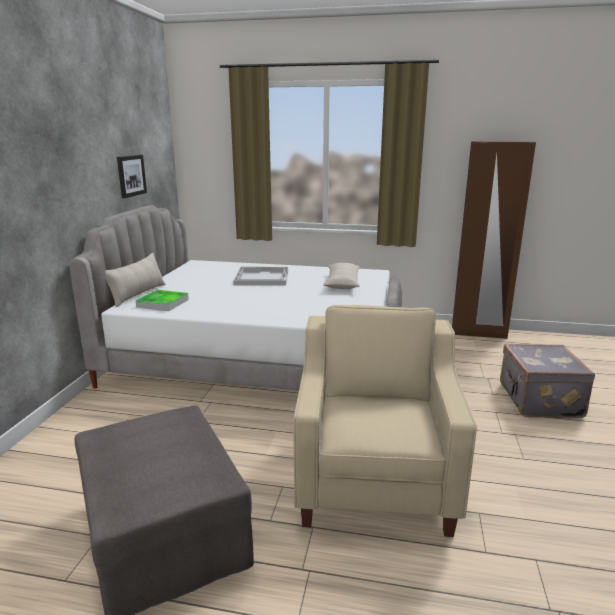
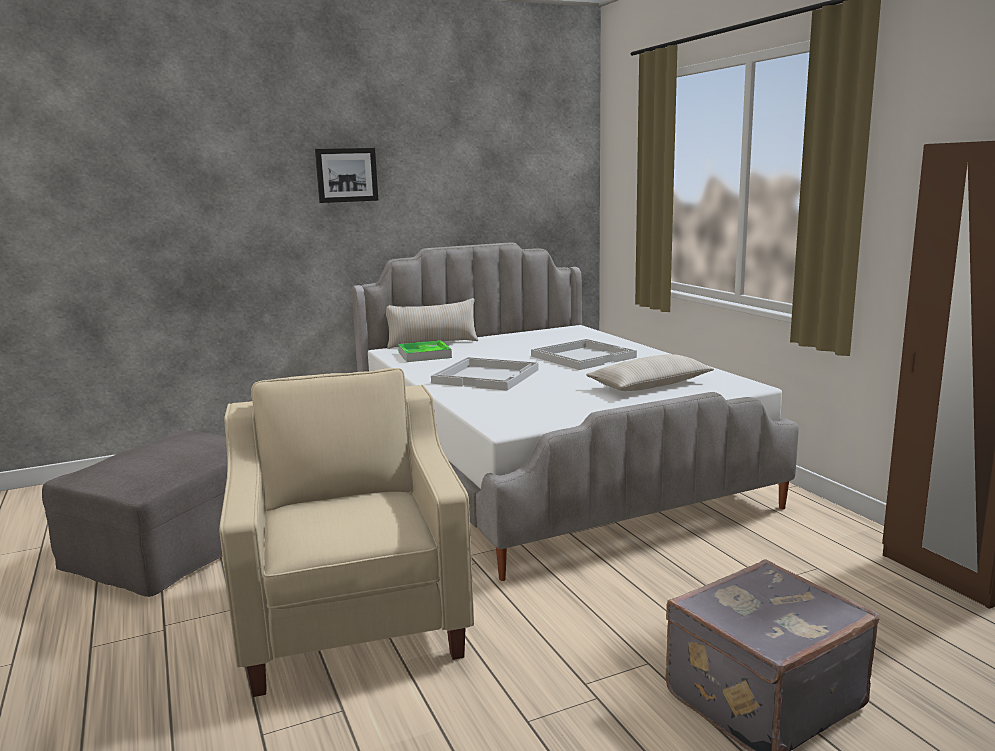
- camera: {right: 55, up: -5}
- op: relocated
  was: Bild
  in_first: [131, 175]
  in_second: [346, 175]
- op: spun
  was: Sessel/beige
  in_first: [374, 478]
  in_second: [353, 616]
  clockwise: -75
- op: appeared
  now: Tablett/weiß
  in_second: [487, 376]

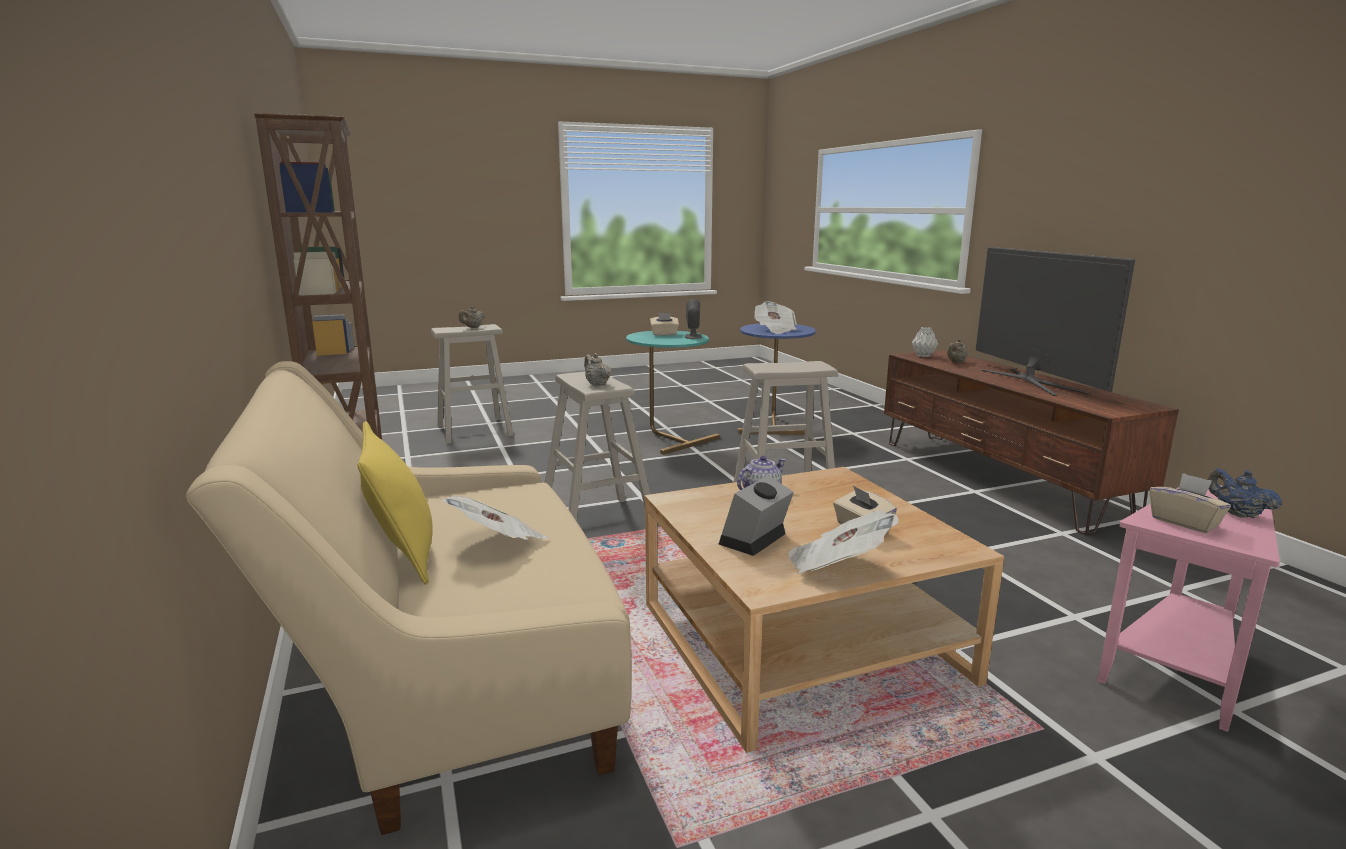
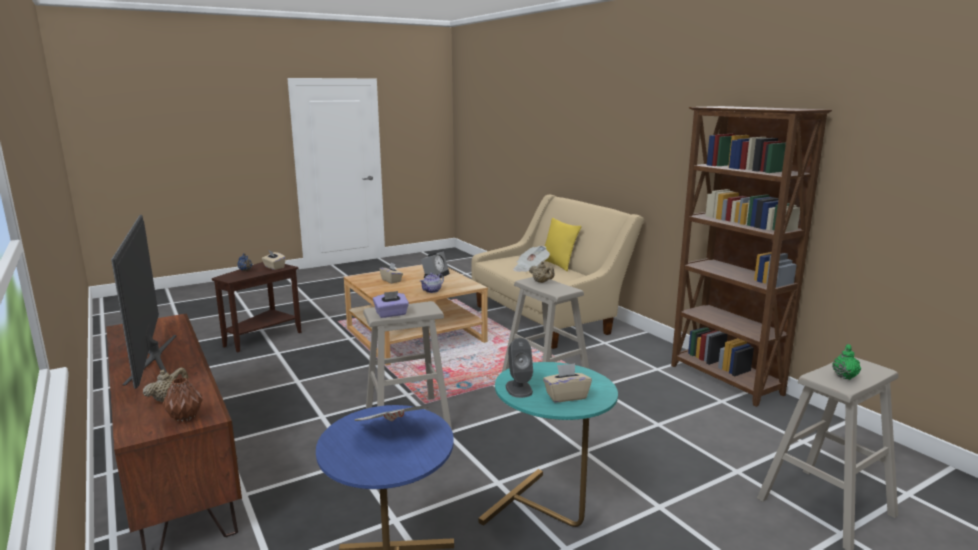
- camera: {right: 170, up: 0}
- op: colour
  was: Teekanne/beige
  now: Teekanne/grün
  in_first: [473, 328]
  in_second: [844, 376]
- op: colour
  was: Vase/grau
  now: Vase/braun
  in_first: [923, 356]
  in_second: [185, 417]
- op: colour
  was: Beistelltisch/rosa
  now: Beistelltisch/braun
  in_first: [1176, 671]
  in_second: [263, 337]
- op: missing
  was: Zeitung
  in_first: [837, 566]
- op: appeared
  now: Taschentuchbox/lila
  in_second: [391, 314]

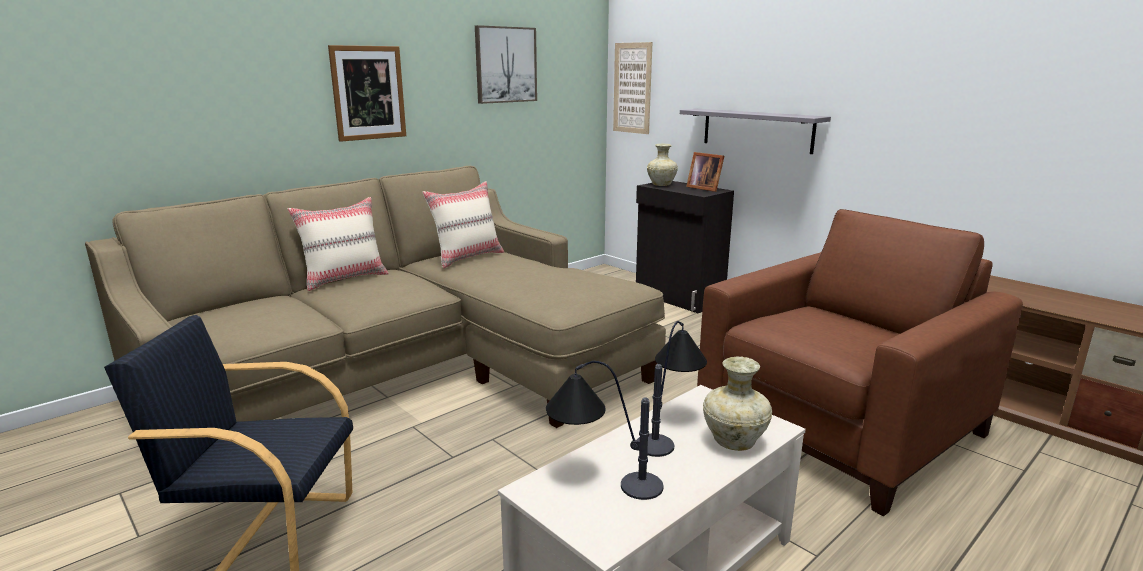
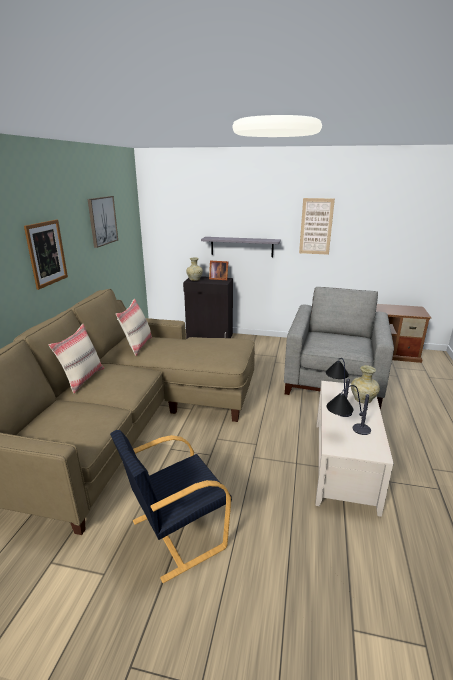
- camera: {right: -35, up: 5}
- op: relocated
  was: Bild
  in_first: [632, 88]
  in_second: [316, 226]
- op: colour
  was: Sessel/braun
  now: Sessel/grau
  in_first: [838, 427]
  in_second: [334, 380]

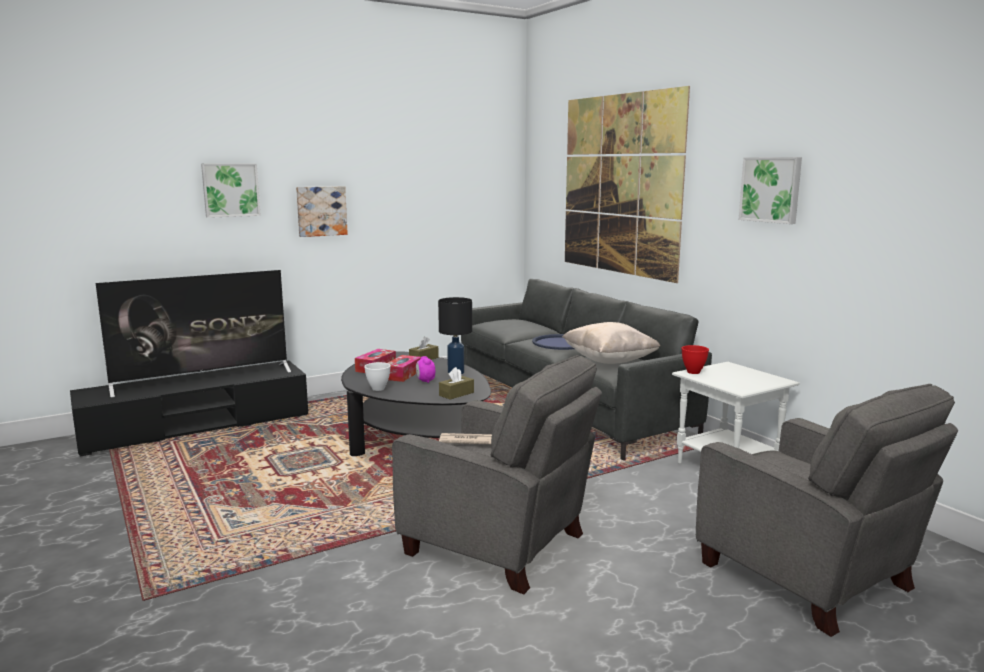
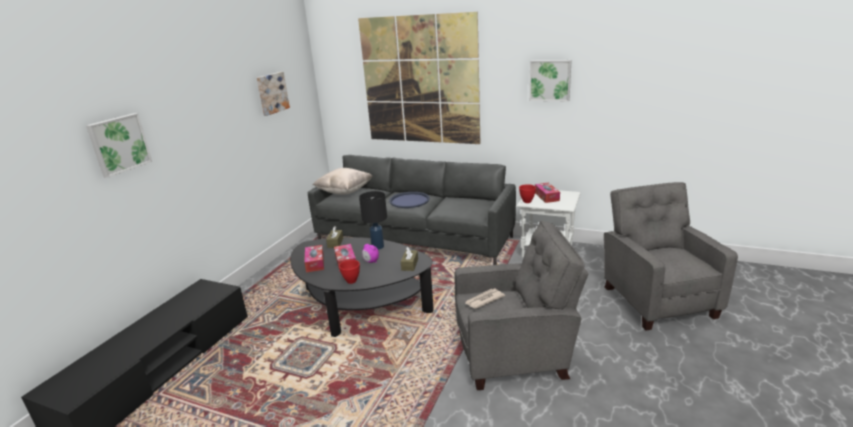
- camera: {right: -35, up: 10}
- op: relocated
  was: Bild
  in_first: [321, 211]
  in_second: [271, 93]
- op: missing
  was: Fernseher
  in_first: [203, 379]
- op: relocated
  was: Kissen/beige
  in_first: [609, 361]
  in_second: [344, 191]
- op: colour
  was: Schüssel/weiß
  now: Schüssel/rot
  in_first: [377, 389]
  in_second: [351, 281]
- op: spun
  was: Sessel/grau
  in_first: [808, 577]
  in_second: [657, 300]
  clockwise: -120
- op: appeared
  now: Taschentuchbox
  in_second: [546, 196]

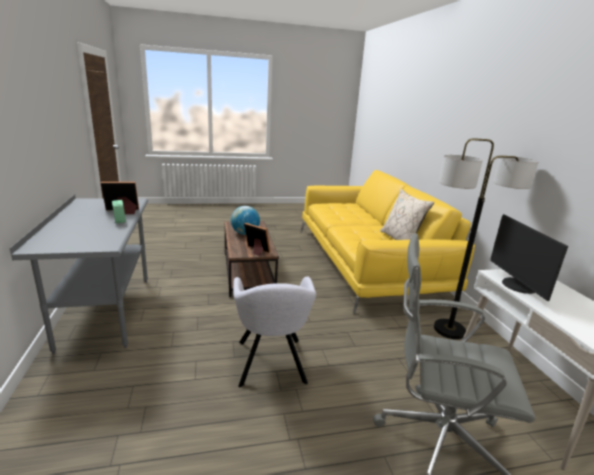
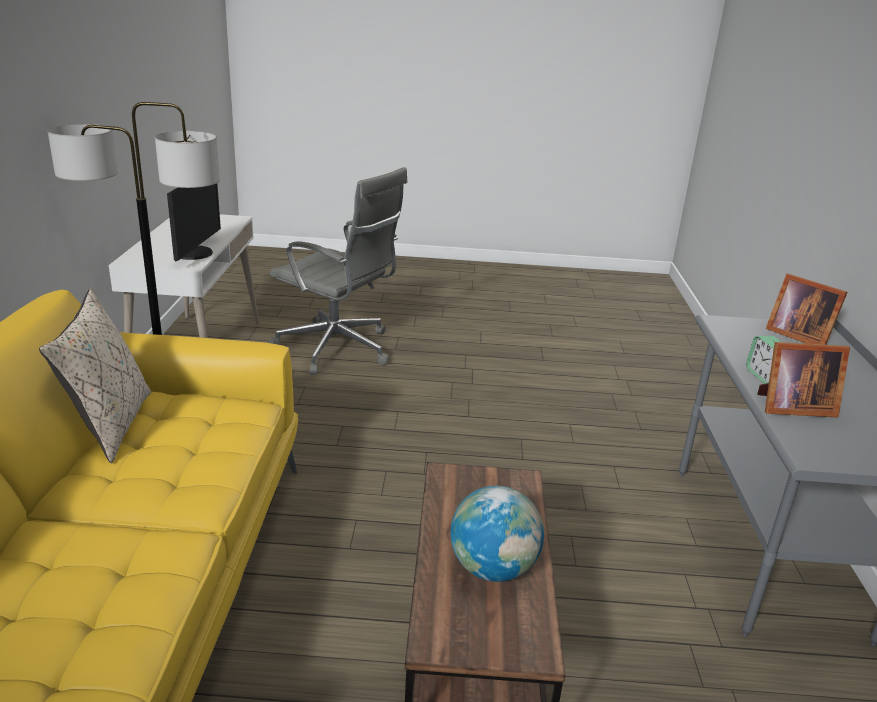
- camera: {right: -165, up: 5}
- op: relocated
  was: Bilderrahmen
  in_first: [256, 250]
  in_second: [797, 335]
- op: missing
  was: Sessel/grau
  in_first: [271, 364]

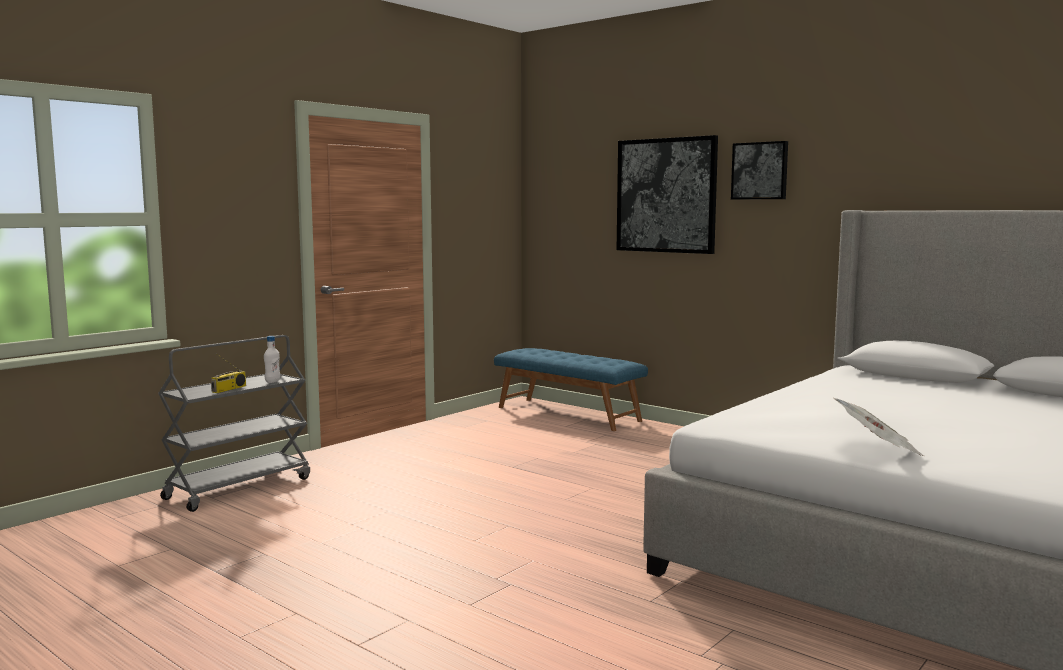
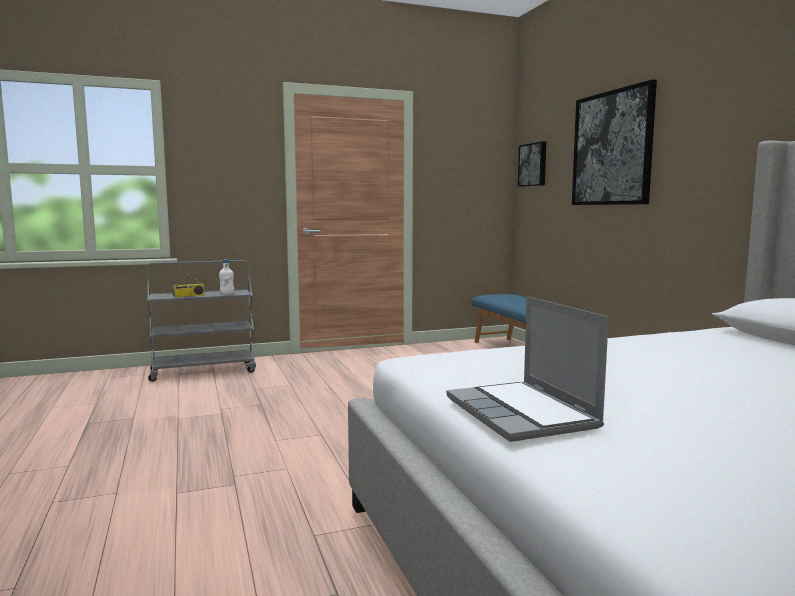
- camera: {right: 30, up: 0}
- op: relocated
  was: Bild
  in_first: [760, 171]
  in_second: [533, 165]
- op: exchanged
  was: Zeitung
  now: Laptop
  in_first: [877, 449]
  in_second: [523, 413]

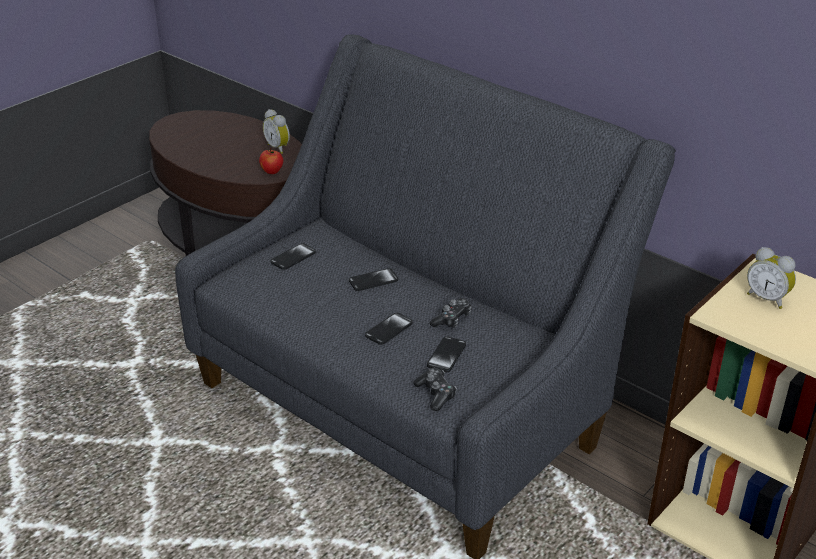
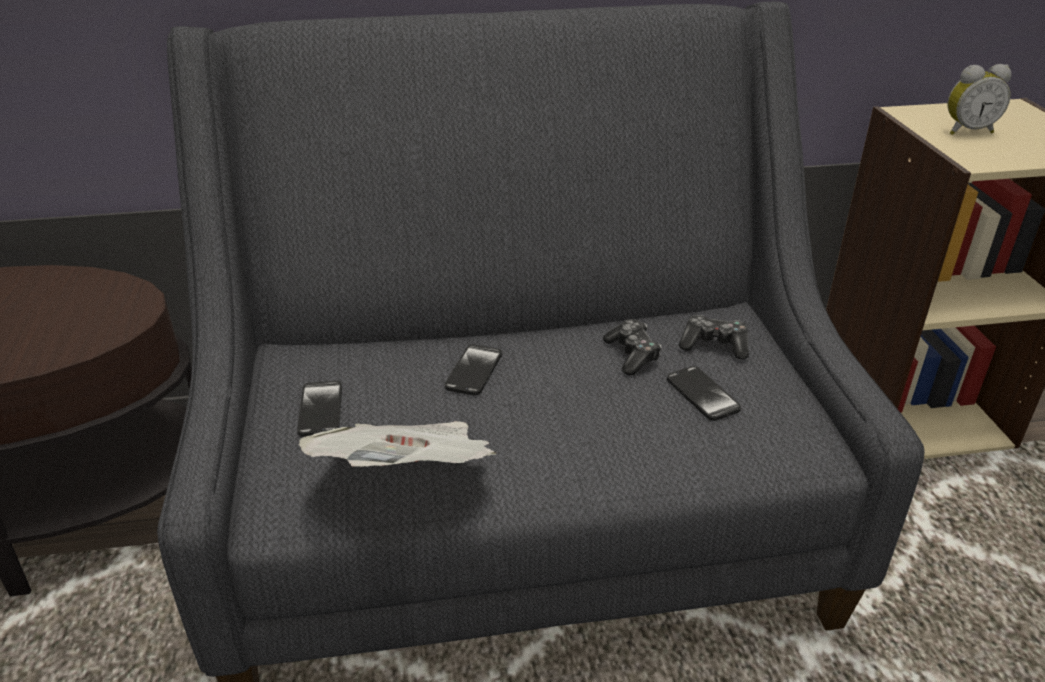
- camera: {right: -50, up: 0}
- op: missing
  was: Wecker
  in_first: [279, 148]
- op: missing
  was: Apfel
  in_first: [272, 171]
- op: missing
  was: Handy
  in_first: [389, 330]
- op: relocated
  was: Gamepad
  in_first: [436, 394]
  in_second: [714, 345]
- op: appeared
  now: Zeitung
  in_second: [409, 479]

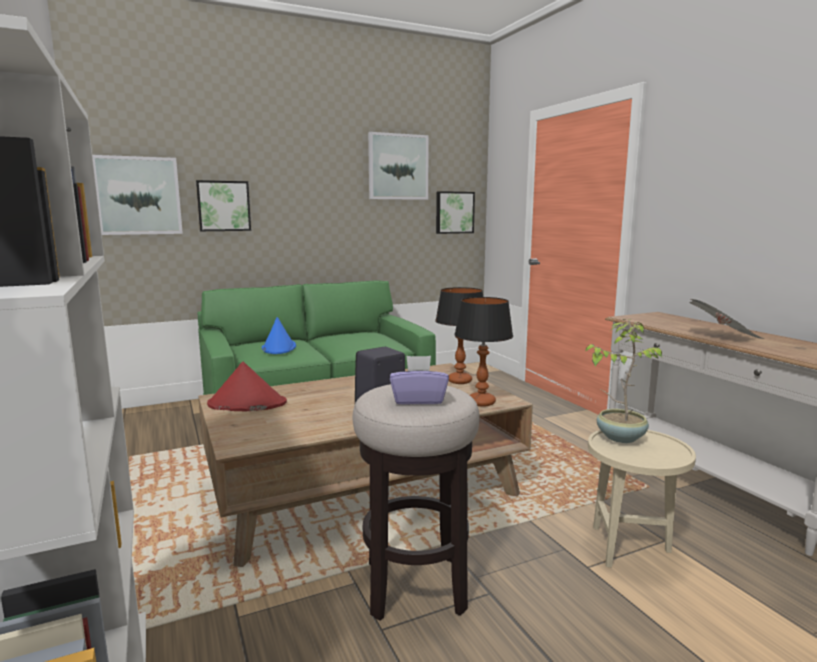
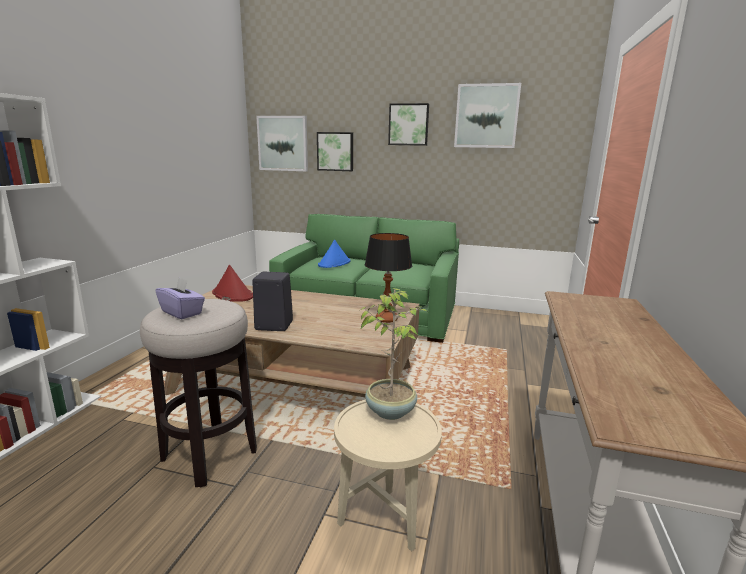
- camera: {right: 40, up: 5}
- op: relocated
  was: Bild
  in_first: [454, 212]
  in_second: [408, 124]
- op: missing
  was: Tischlampe
  in_first: [482, 402]
- op: missing
  was: Zeitung
  in_first: [723, 337]

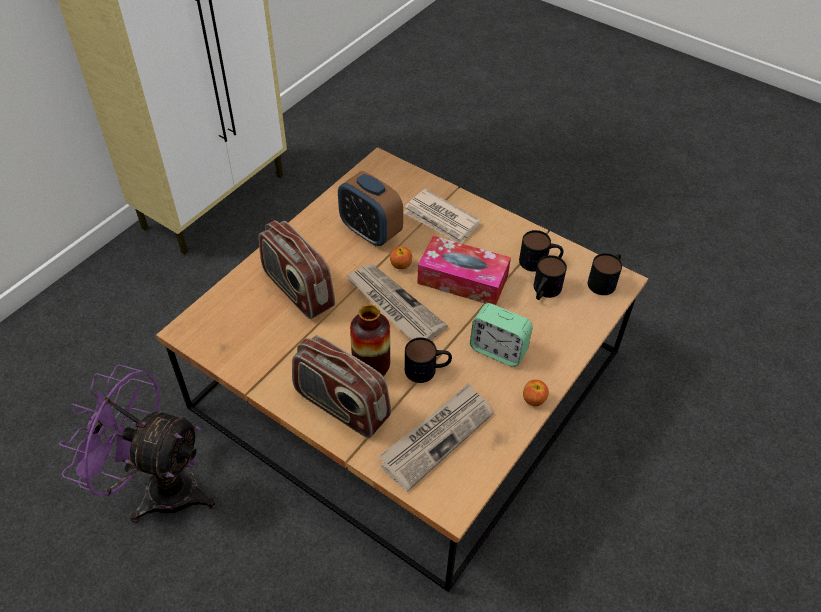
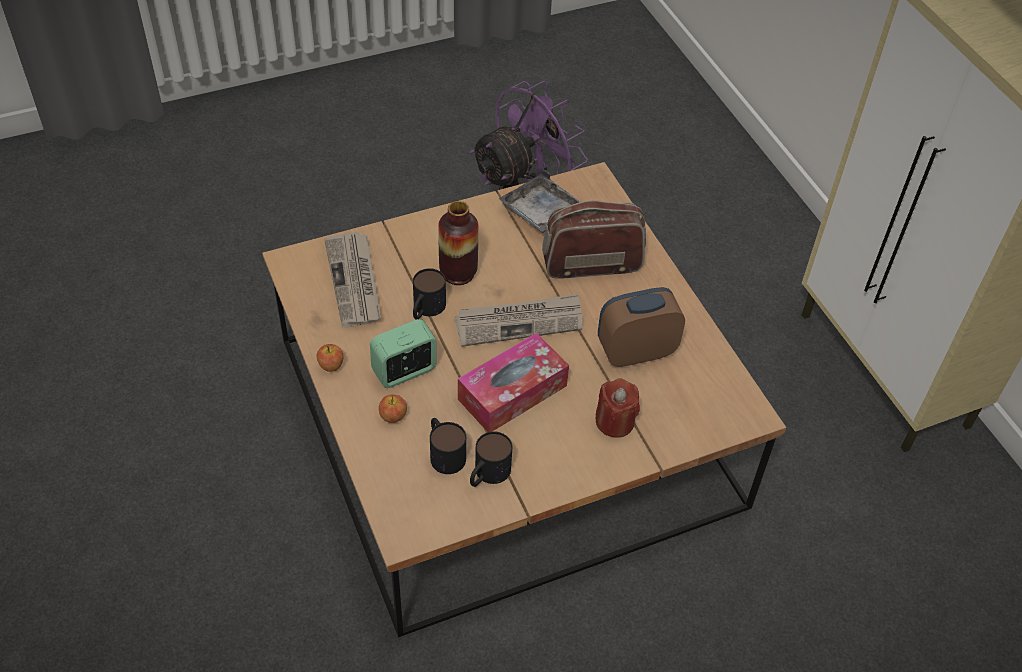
- camera: {right: 120, up: 0}
- op: exchanged
  was: Zeitung
  now: Kerze/rot
  in_first: [441, 220]
  in_second: [614, 422]
- op: relocated
  was: Apfel
  in_first: [401, 265]
  in_second: [393, 416]
- op: missing
  was: Henkelbecher
  in_first: [605, 280]
- op: missing
  was: Radio
  in_first: [341, 406]
- op: appeared
  now: Tablett/grau
  in_second: [544, 215]

